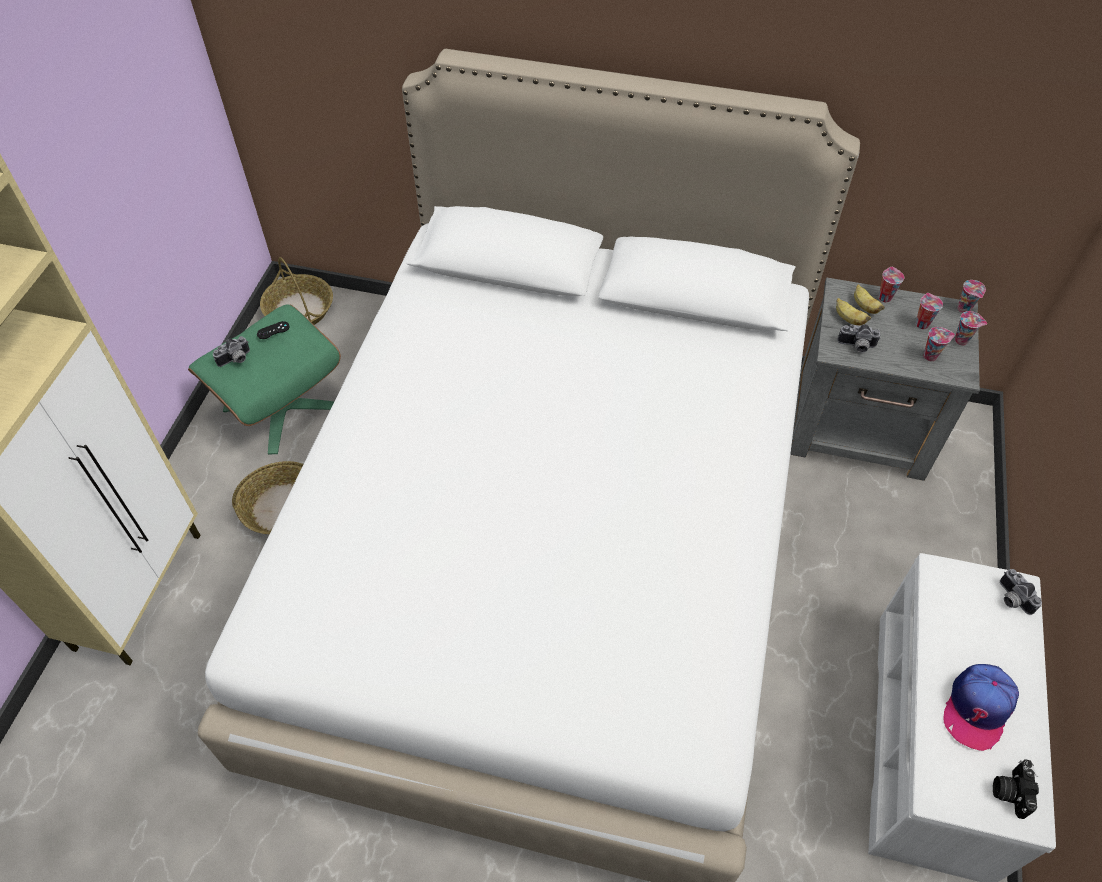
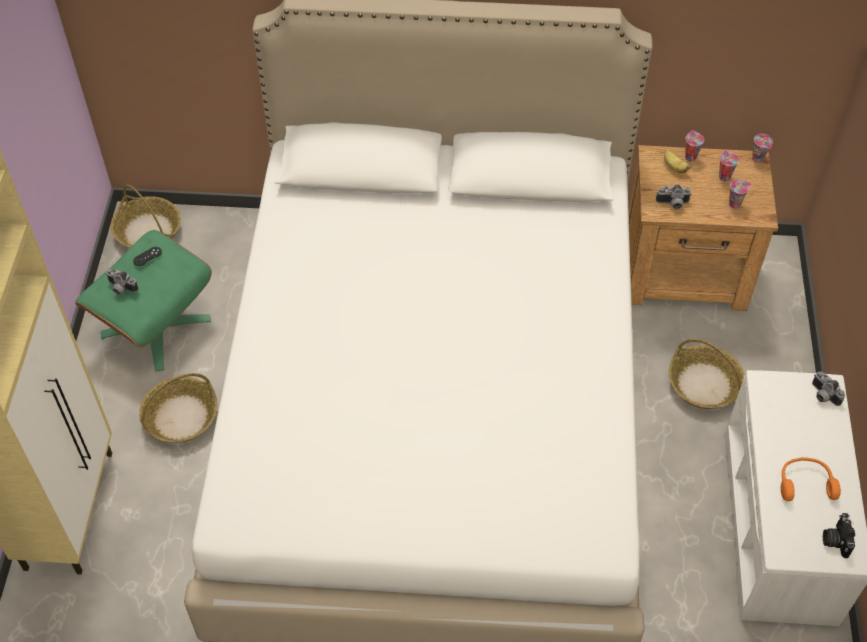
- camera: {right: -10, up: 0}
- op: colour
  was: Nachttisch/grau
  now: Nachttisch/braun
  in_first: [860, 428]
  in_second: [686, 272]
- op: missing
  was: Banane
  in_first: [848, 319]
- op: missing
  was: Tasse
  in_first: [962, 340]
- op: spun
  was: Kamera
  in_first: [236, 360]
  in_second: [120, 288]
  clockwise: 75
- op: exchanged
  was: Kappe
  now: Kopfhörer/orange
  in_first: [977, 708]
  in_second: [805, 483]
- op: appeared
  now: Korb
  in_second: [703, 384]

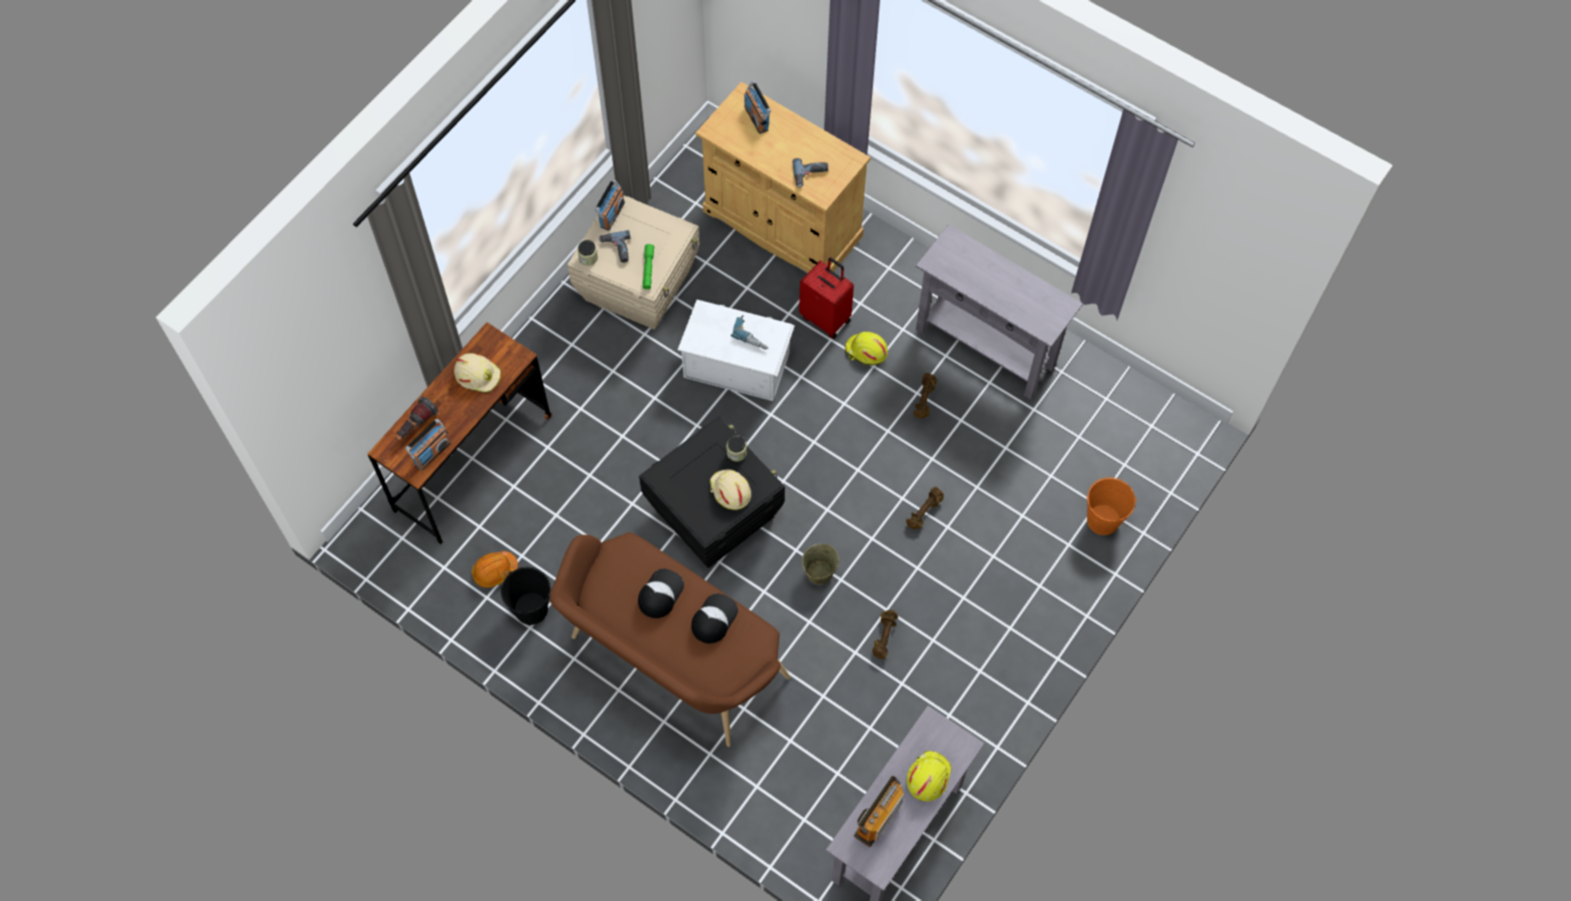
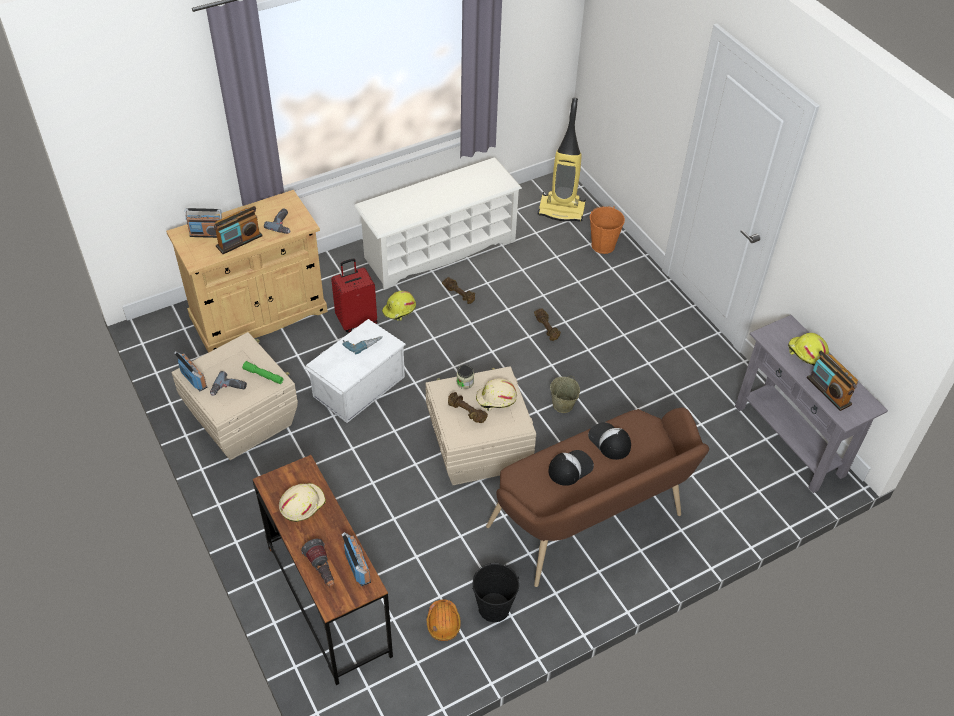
- camera: {right: -65, up: -15}
- op: exchanged
  was: Konsolentisch/grau
  now: Schuhregal/weiß
  in_first: [985, 347]
  in_second: [439, 249]
- op: missing
  was: Vorratsglas
  in_first: [588, 258]
- op: colour
  was: Aufbewahrungsbox/schwarz
  now: Aufbewahrungsbox/beige
  in_first: [714, 513]
  in_second: [477, 449]
- op: spun
  was: Kappe
  in_first: [660, 593]
  in_second: [570, 468]
  clockwise: 90
- op: relocated
  was: Hantel/braun
  in_first: [884, 636]
  in_second: [466, 412]
- op: appeared
  now: Staubsauger
  in_second: [562, 210]
- op: appeared
  now: Radio
  in_second: [239, 241]

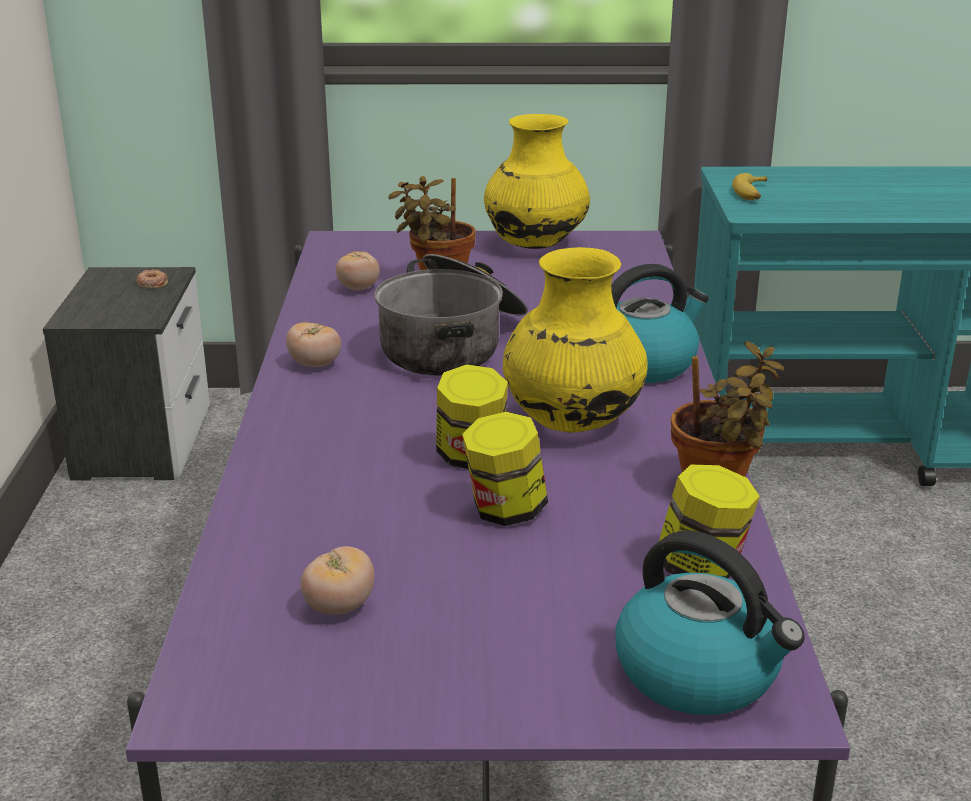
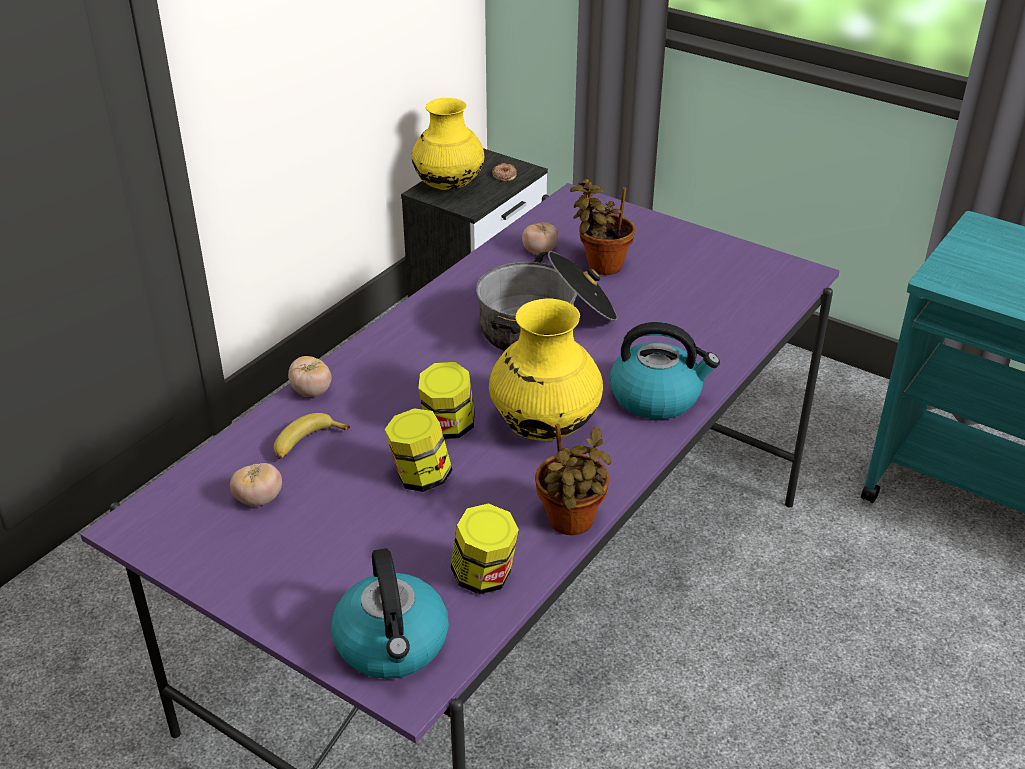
- camera: {right: 35, up: 10}
- op: relocated
  was: Vase/gelb
  in_first: [535, 245]
  in_second: [449, 186]
- op: relocated
  was: Banane
  in_first: [752, 194]
  in_second: [306, 443]
- op: relocated
  was: Tomate
  in_first: [314, 364]
  in_second: [311, 391]

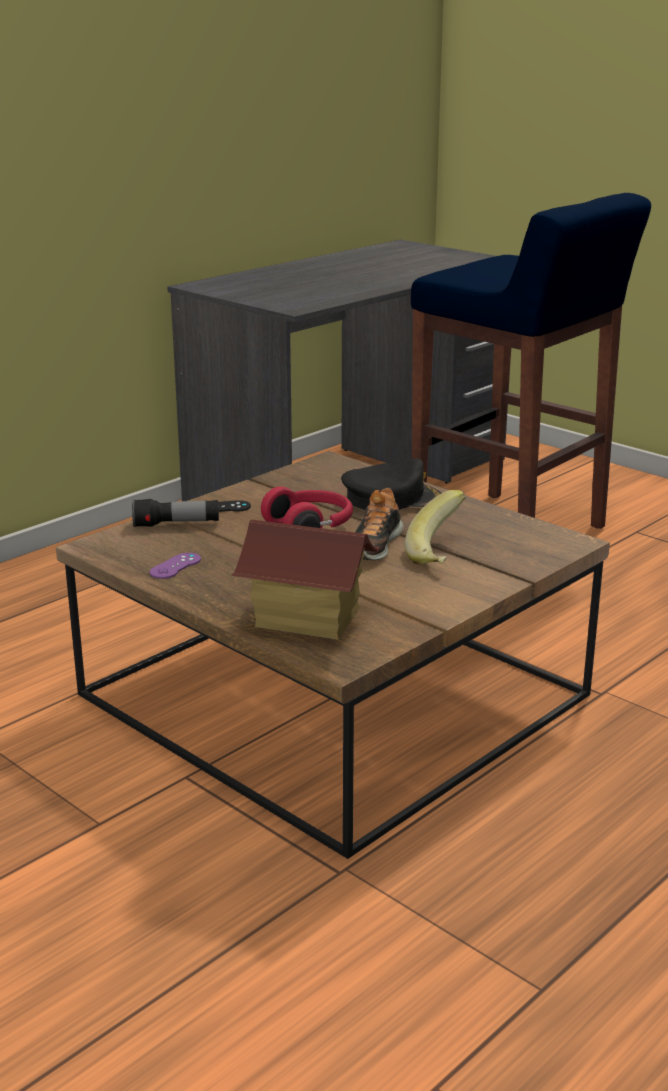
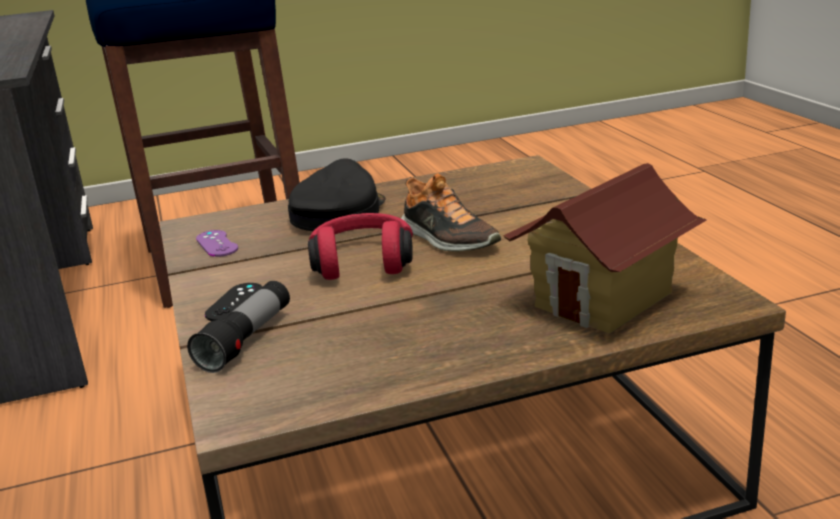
- camera: {right: -60, up: 0}
- op: missing
  was: Banane
  in_first: [441, 554]
- op: relocated
  was: Gamepad/lila
  in_first: [175, 566]
  in_second: [217, 244]

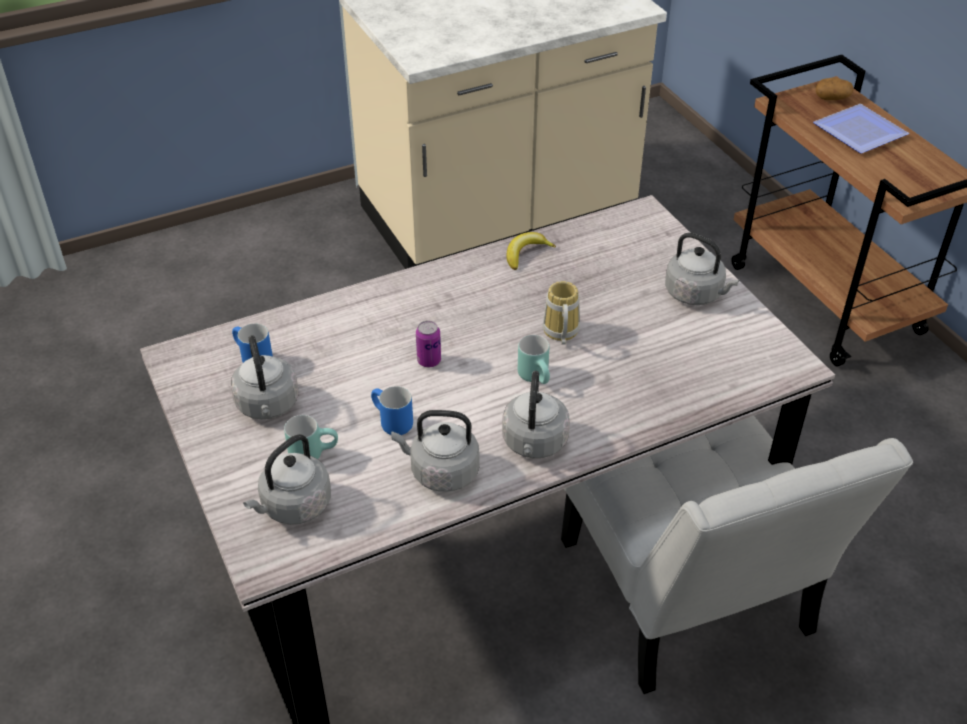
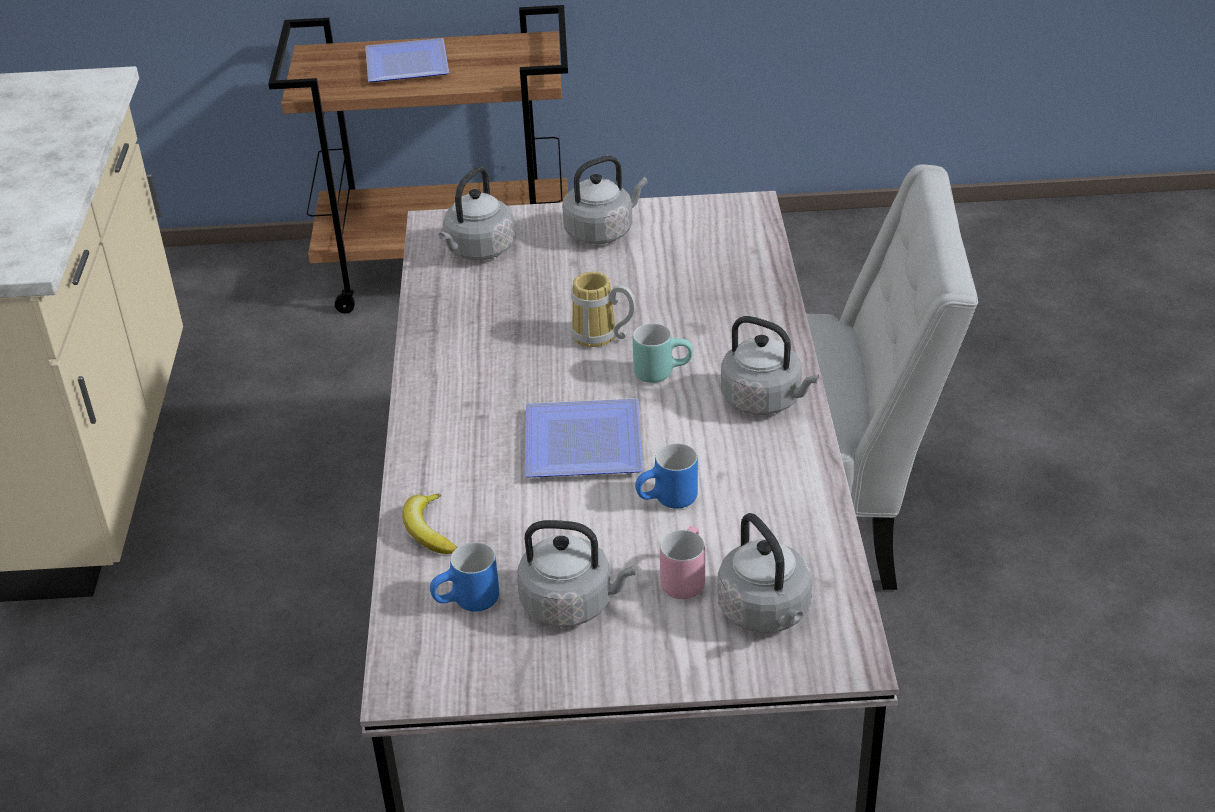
- camera: {right: -65, up: -5}
- op: missing
  was: Kartoffel
  in_first: [832, 98]
- op: relocated
  was: Banane
  in_first: [526, 254]
  in_second: [429, 530]
- op: exchanged
  was: Dose
  now: Teller
  in_first: [429, 361]
  in_second: [579, 446]
- op: relocated
  was: Wasserkessel/grau
  in_first: [441, 472]
  in_second: [478, 251]
- op: colour
  was: Henkelbecher/türkis
  now: Henkelbecher/rosa
  in_first: [313, 452]
  in_second: [682, 578]

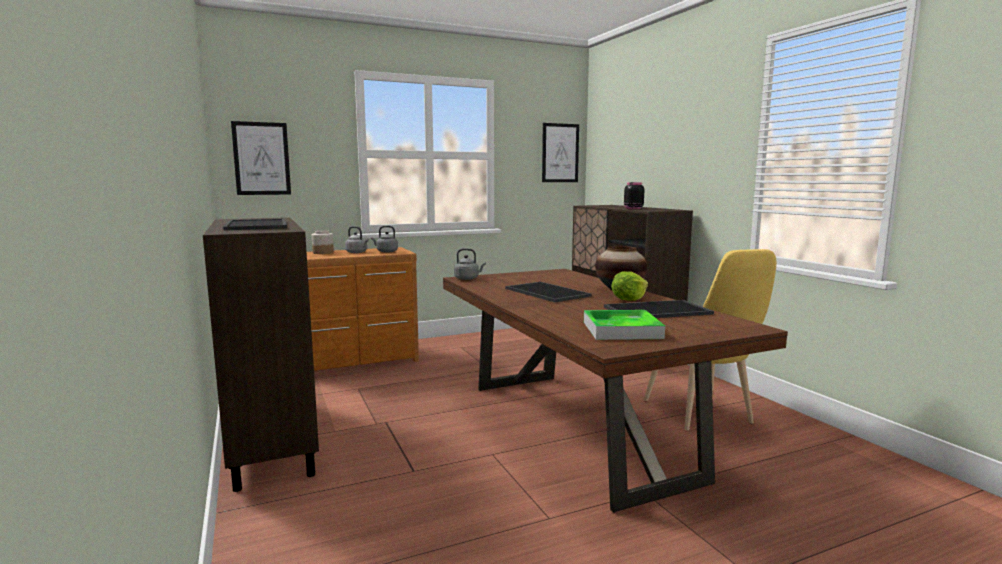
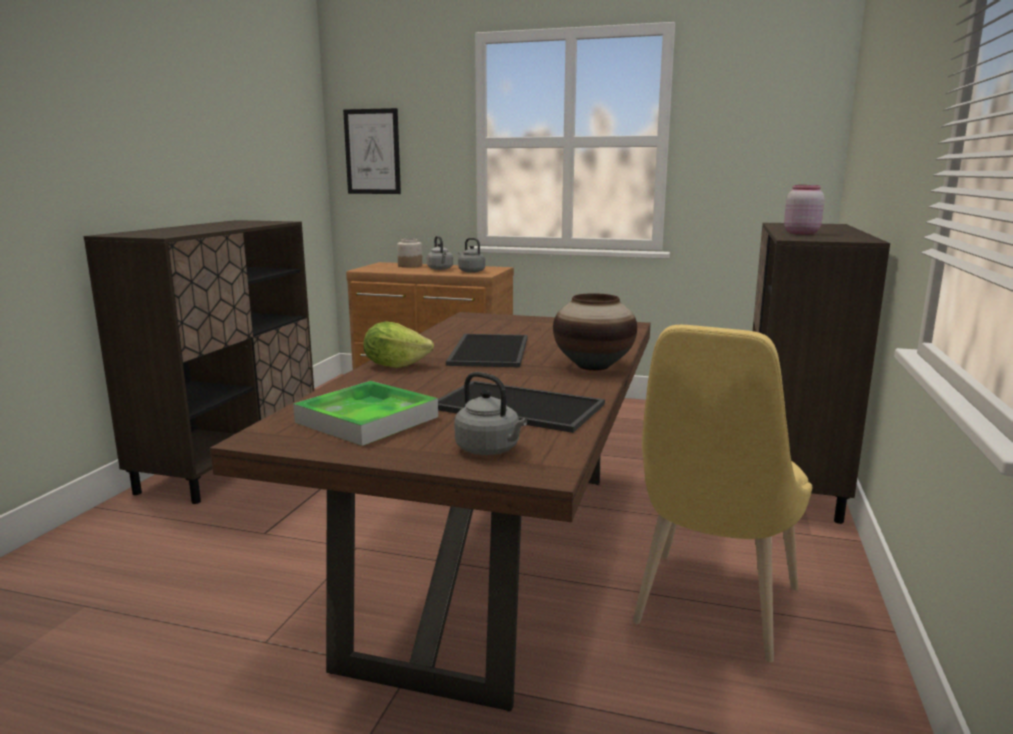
- camera: {right: 40, up: 5}
- op: missing
  was: Bild
  in_first: [560, 153]
- op: colour
  was: Vorratsglas/schwarz
  now: Vorratsglas/rosa
  in_first: [632, 208]
  in_second: [800, 233]
- op: missing
  was: Tablett
  in_first: [258, 225]
- op: relocated
  was: Wasserkessel/grau
  in_first: [468, 278]
  in_second: [490, 450]
- op: relocated
  was: Salatkopf
  in_first: [628, 300]
  in_second: [395, 365]

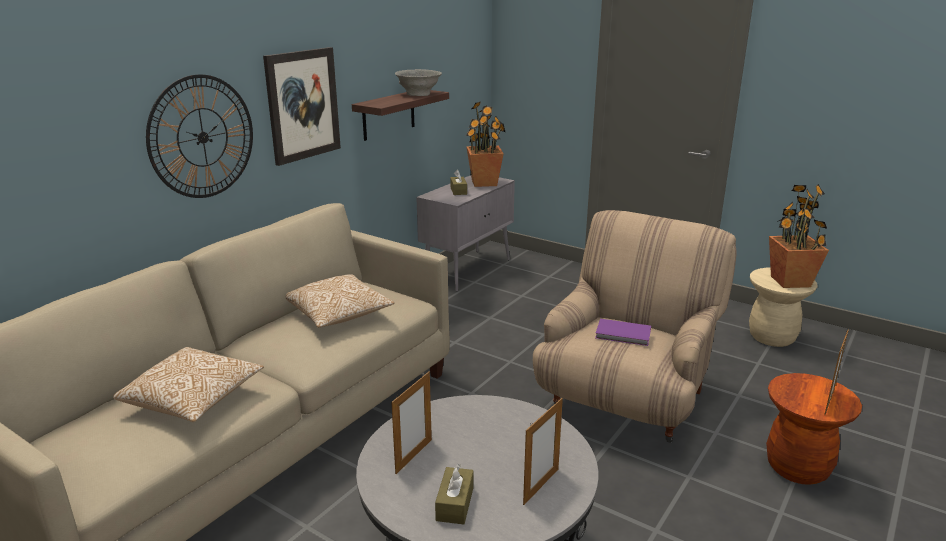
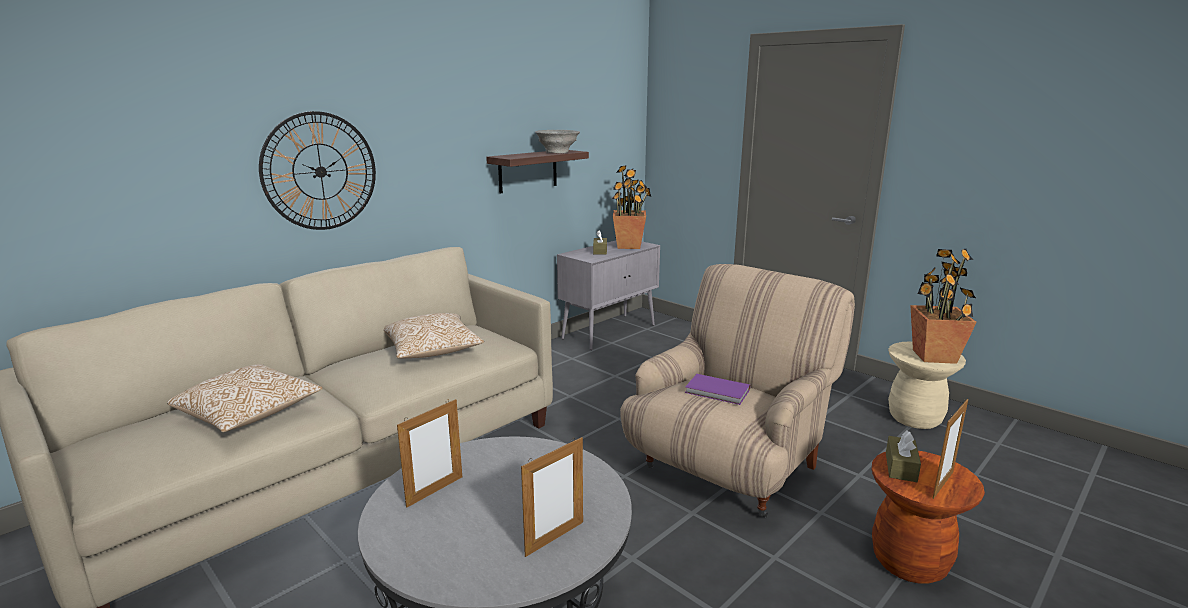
- camera: {right: 10, up: -5}
- op: missing
  was: Bild
  in_first: [303, 105]
- op: relocated
  was: Taschentuchbox/braun
  in_first: [455, 504]
  in_second: [901, 467]

